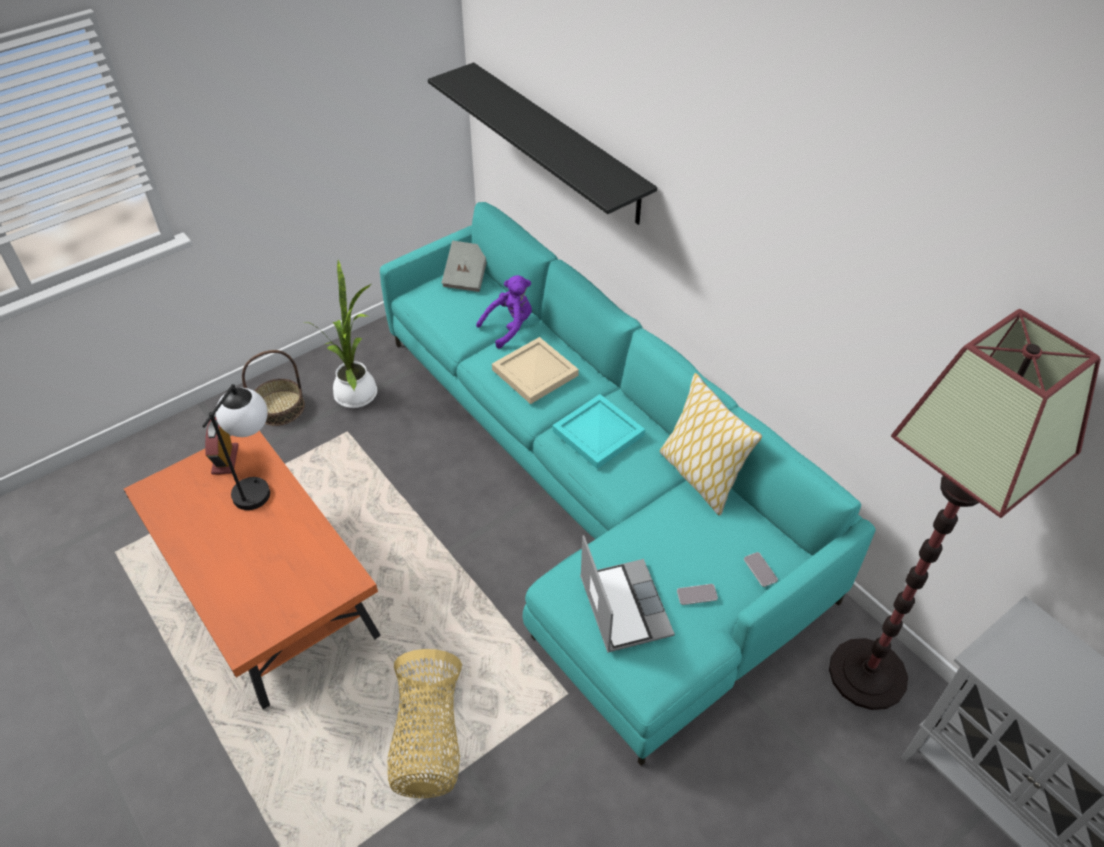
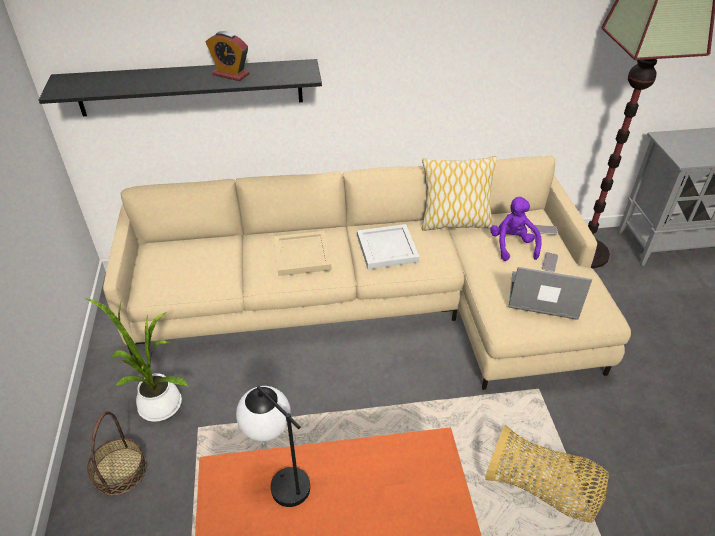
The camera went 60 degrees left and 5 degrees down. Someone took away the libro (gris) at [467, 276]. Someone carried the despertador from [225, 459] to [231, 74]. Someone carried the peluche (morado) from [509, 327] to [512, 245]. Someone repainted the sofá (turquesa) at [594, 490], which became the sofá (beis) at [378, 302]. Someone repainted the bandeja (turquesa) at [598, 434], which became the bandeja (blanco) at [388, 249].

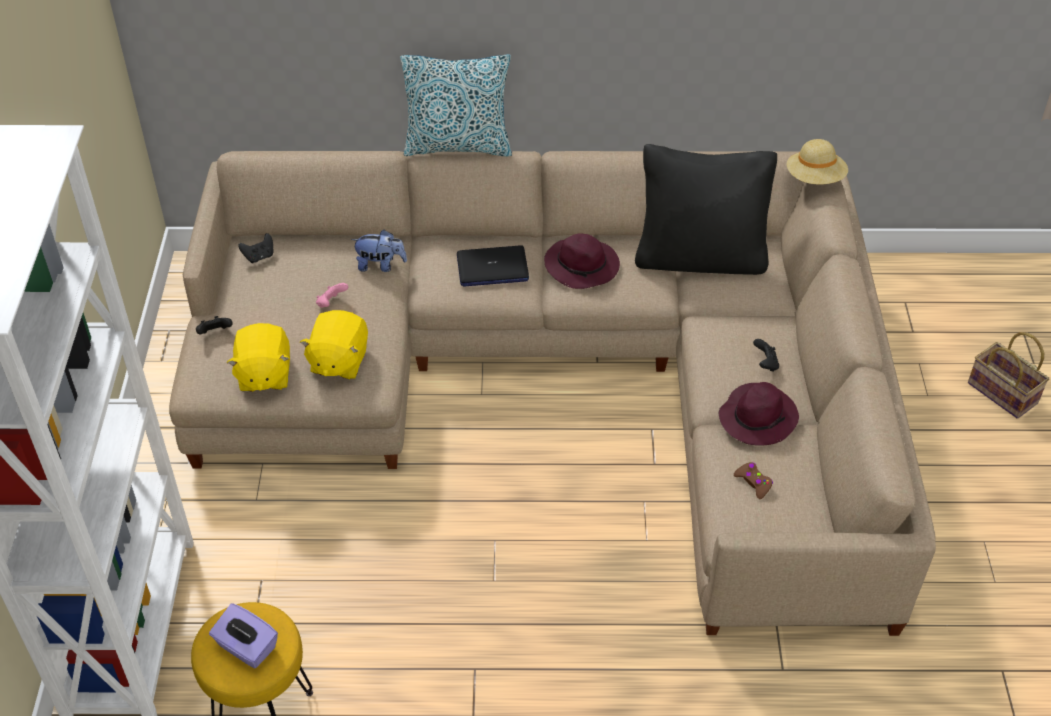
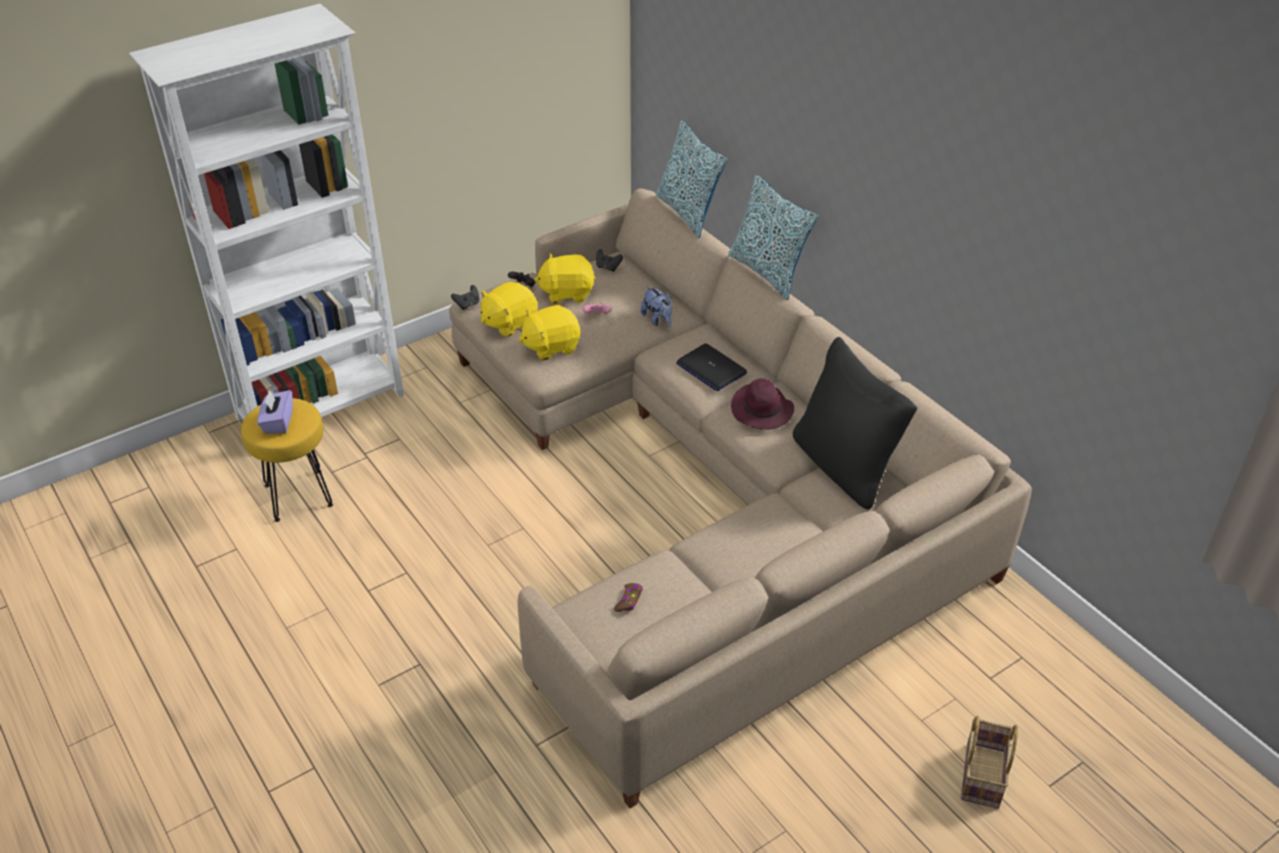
The camera went 55 degrees right and 5 degrees down. Someone took away the sombrero (morado) at [758, 417]. Someone took away the sombrero (beis) at [815, 179]. Someone put down the peluche (amarillo) at [567, 293]. Someone put down the cojín at [688, 213]. Someone carried the mando de consola (negro) from [765, 364] to [467, 305].

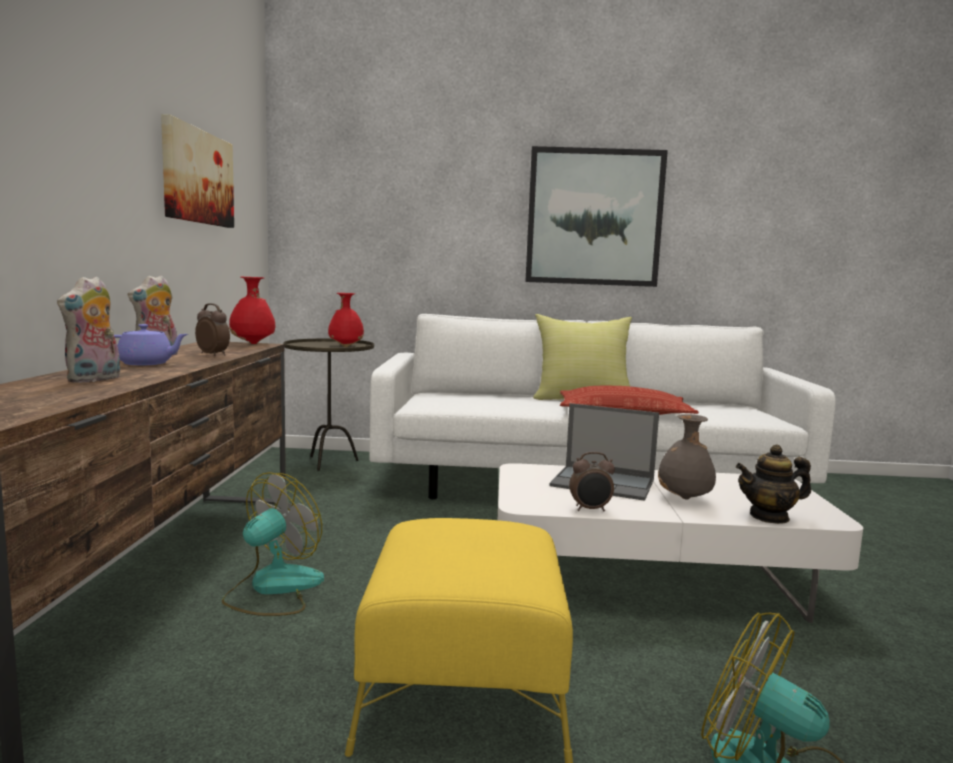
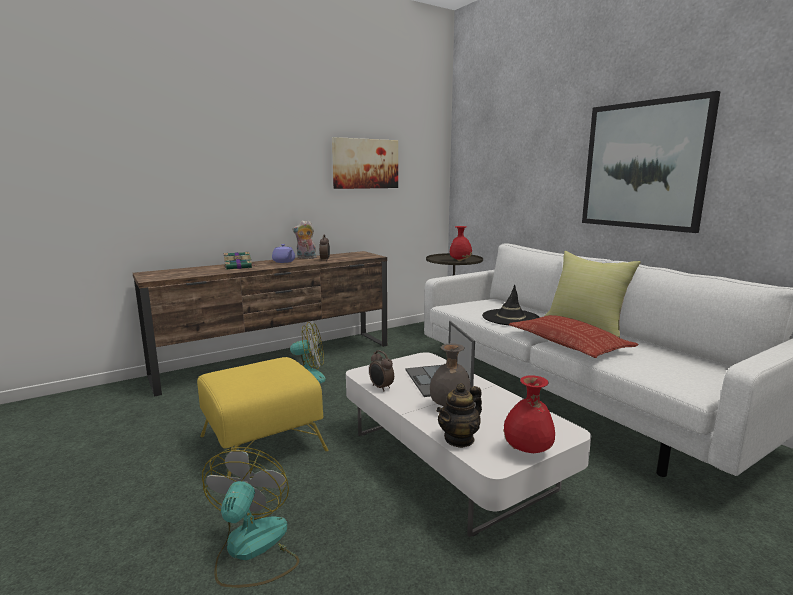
The camera went 55 degrees right and 5 degrees up. Someone put down the sombrero (negro) at [510, 318]. Someone carried the florero (rojo) from [252, 344] to [527, 451]. Someone swapped the peluche at [94, 379] for the libro at [239, 267]. Someone rotated the tetera at [769, 517] by 90 degrees counterclockwise.

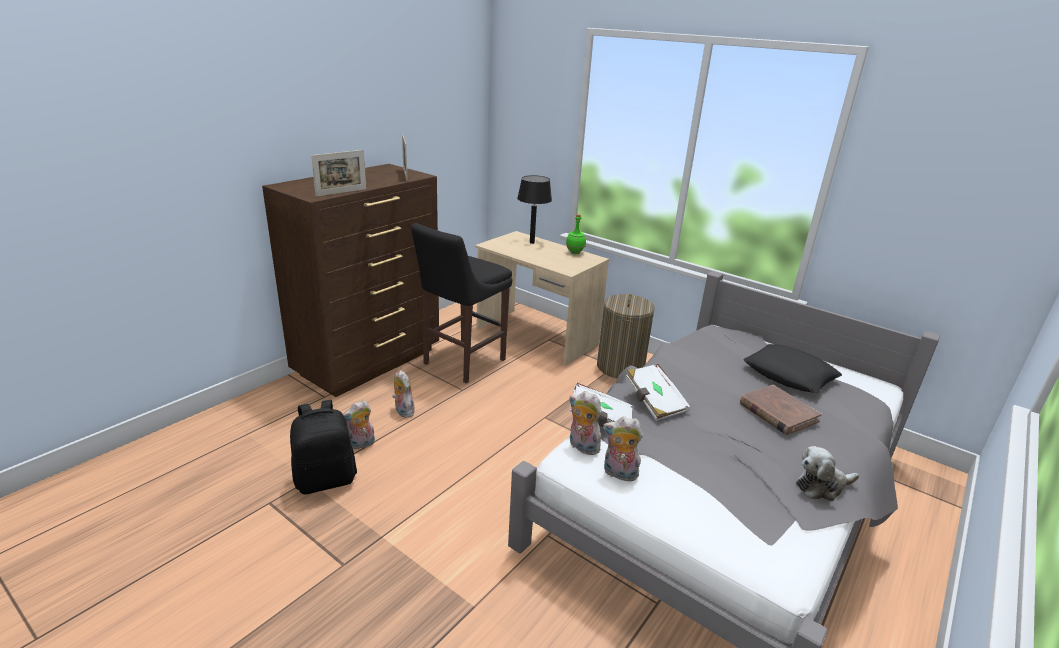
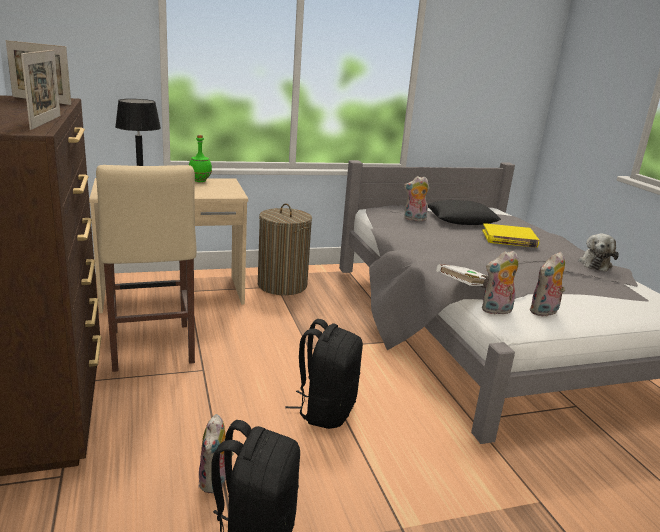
The camera went 55 degrees left and 5 degrees down. Someone took away the libro (blanco) at [654, 402]. Someone put down the mochila (negro) at [325, 410]. Someone carried the peluche from [402, 411] to [414, 219]. Someone repainted the taburete (negro) at [461, 363], which became the taburete (beis) at [151, 349]. Someone repainted the libro (marrón) at [777, 412], which became the libro (amarillo) at [509, 239].

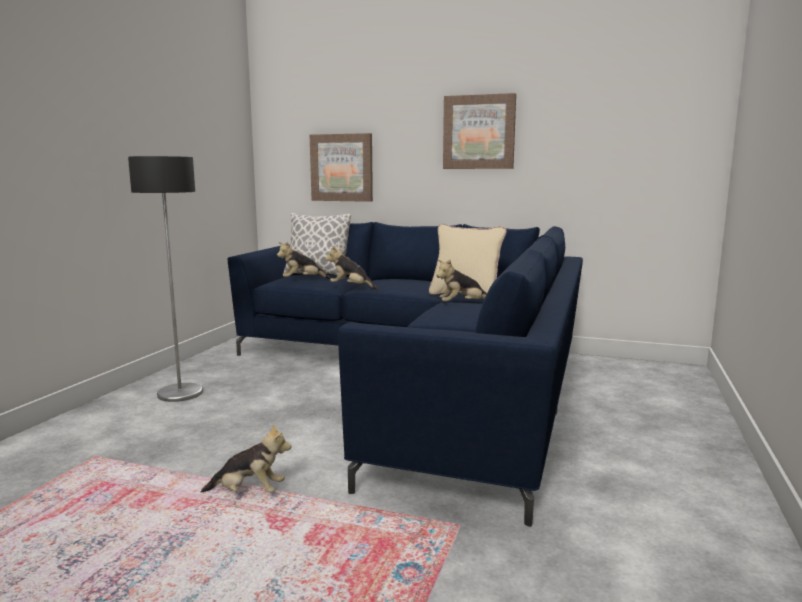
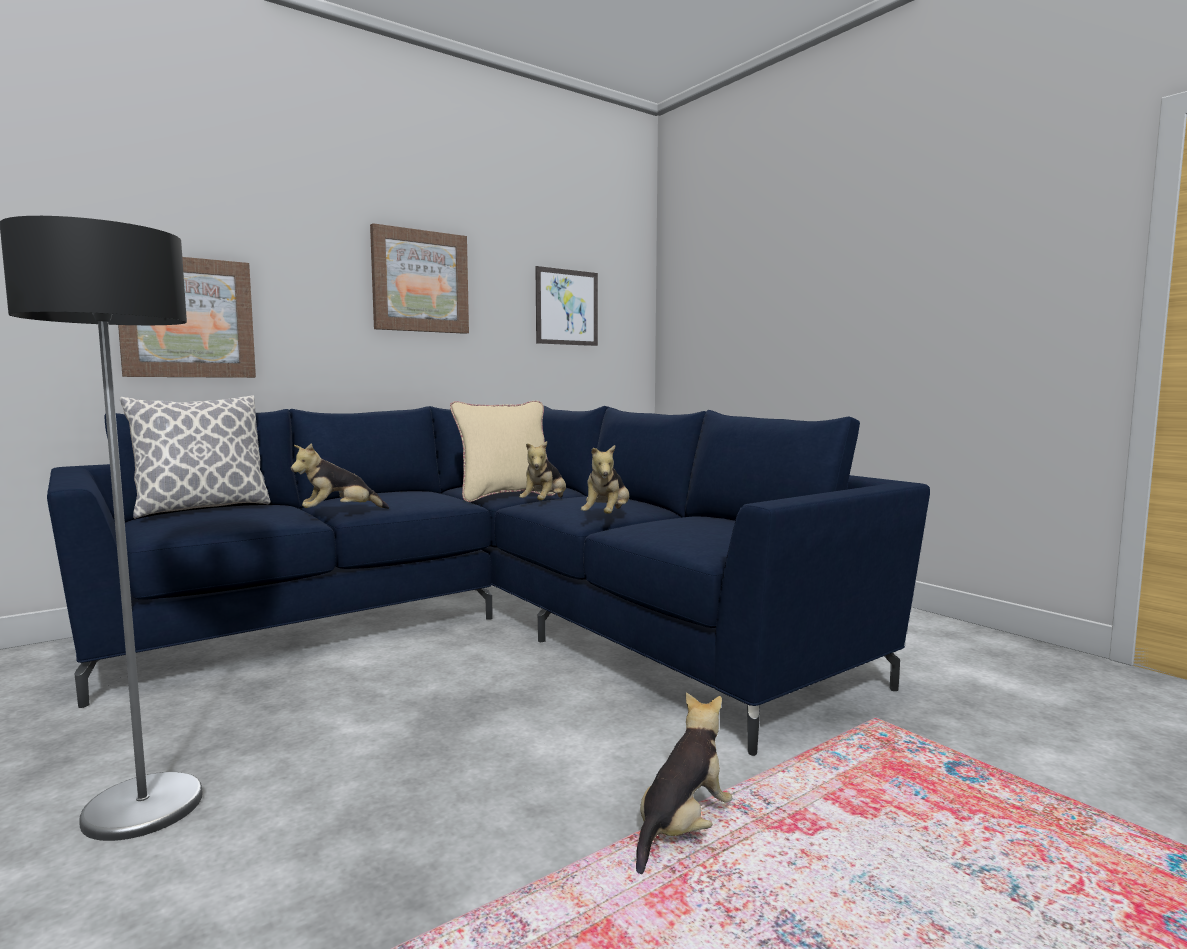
The camera went 55 degrees left and 5 degrees down. Someone put up the cuadro at [567, 307]. Someone carried the peluche from [302, 280] to [607, 517].

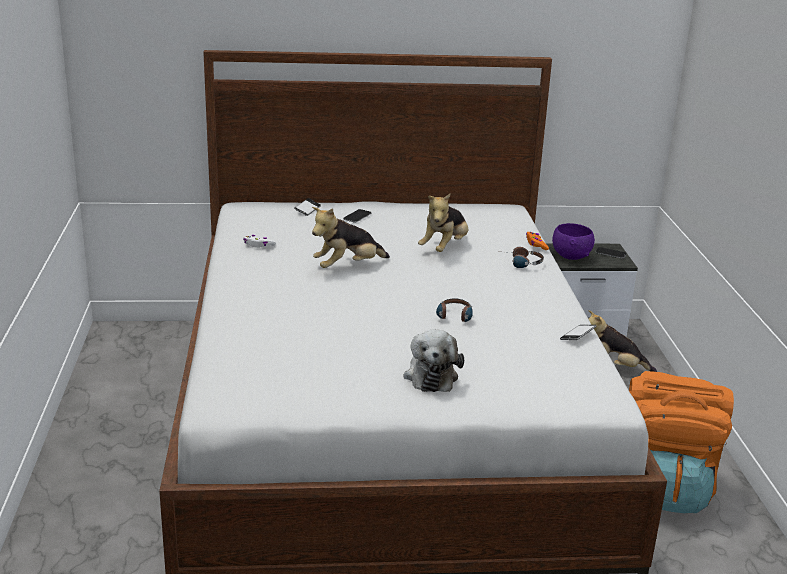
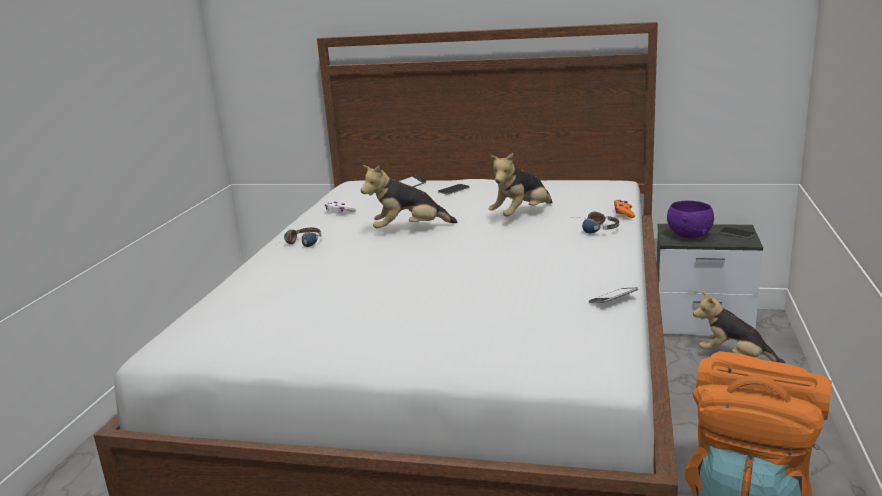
The camera went 20 degrees right and 5 degrees down. Someone took away the peluche at [431, 375]. Someone carried the auriculares from [454, 318] to [301, 244].

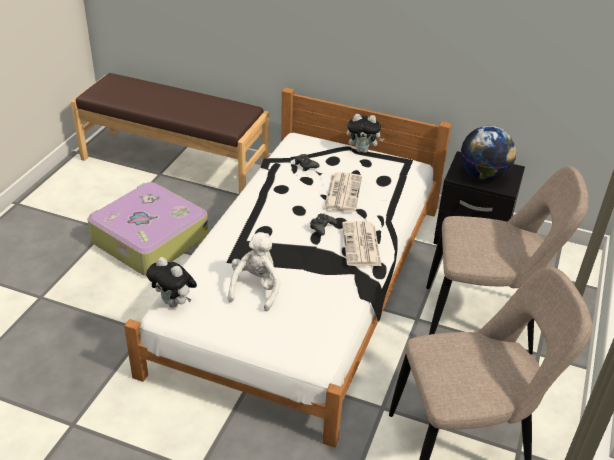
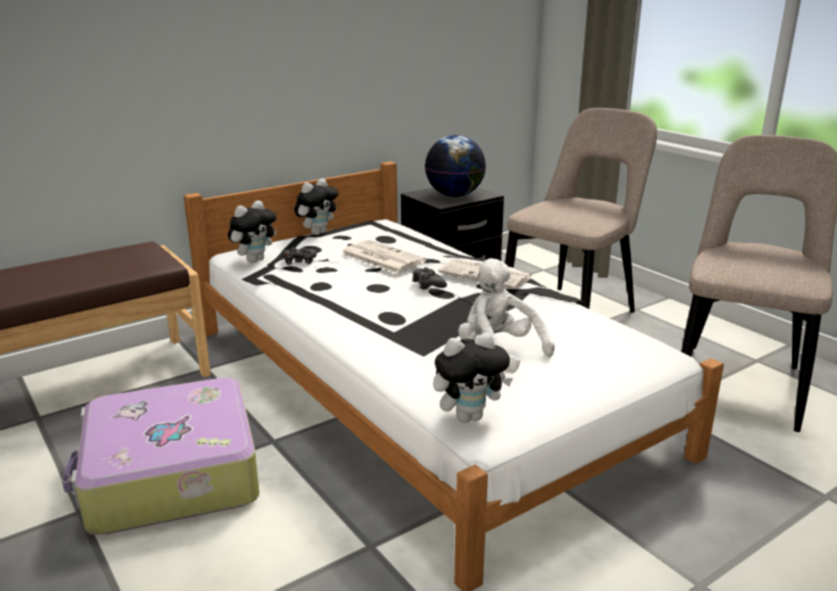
The camera went 55 degrees left and 15 degrees down. Someone put down the peluche at [255, 260].

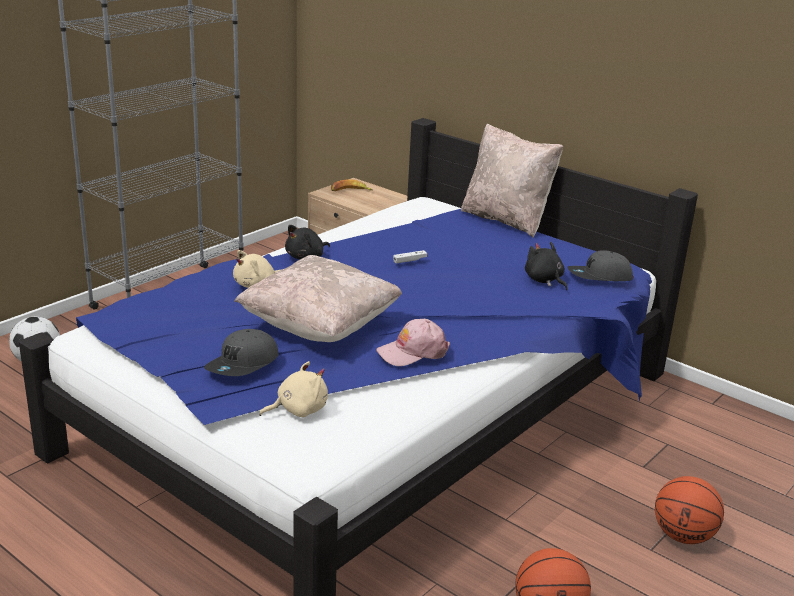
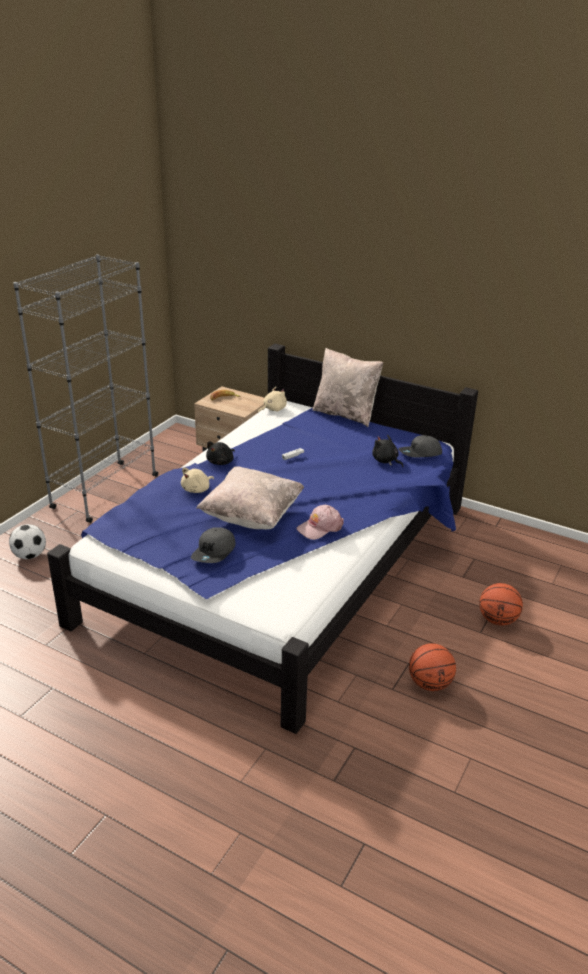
The camera went 10 degrees left and 5 degrees up. Someone carried the peluche (beis) from [298, 410] to [273, 409].

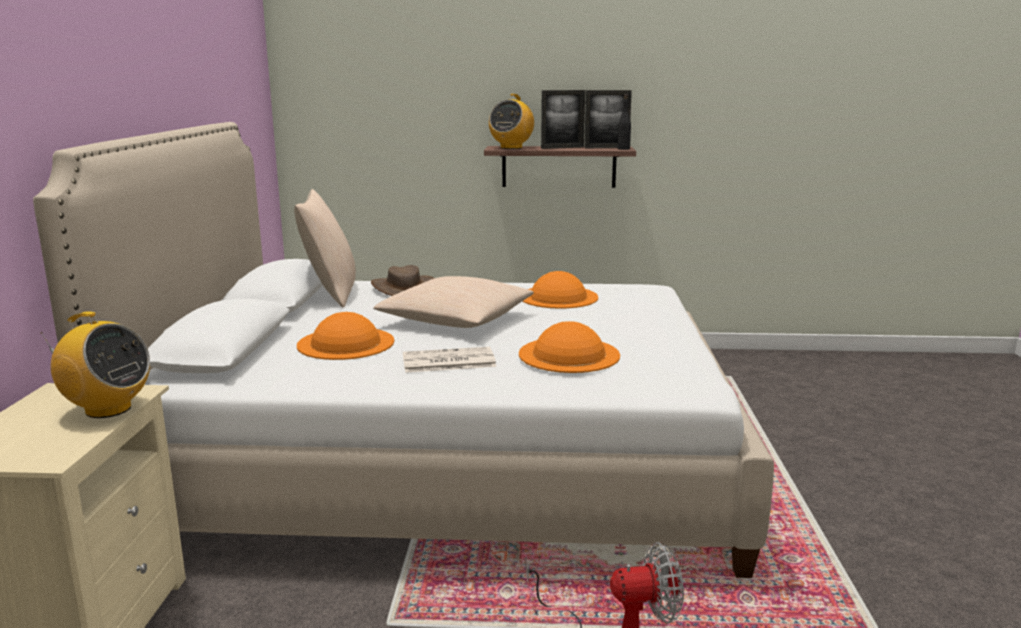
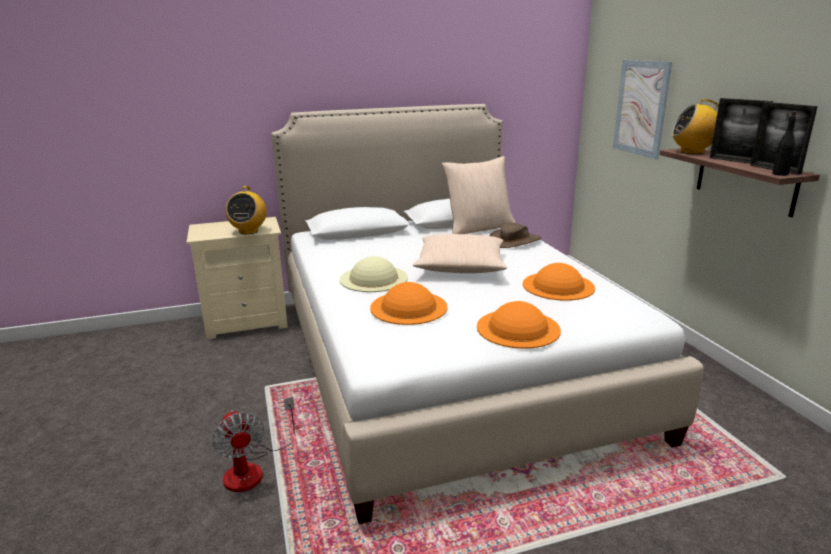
The camera went 70 degrees right and 5 degrees up. Someone put up the cuadro at [641, 108]. Someone carried the sombrero (naranja) from [346, 343] to [518, 328]. Someone swapped the periódico at [447, 361] for the sombrero (beis) at [373, 278].

